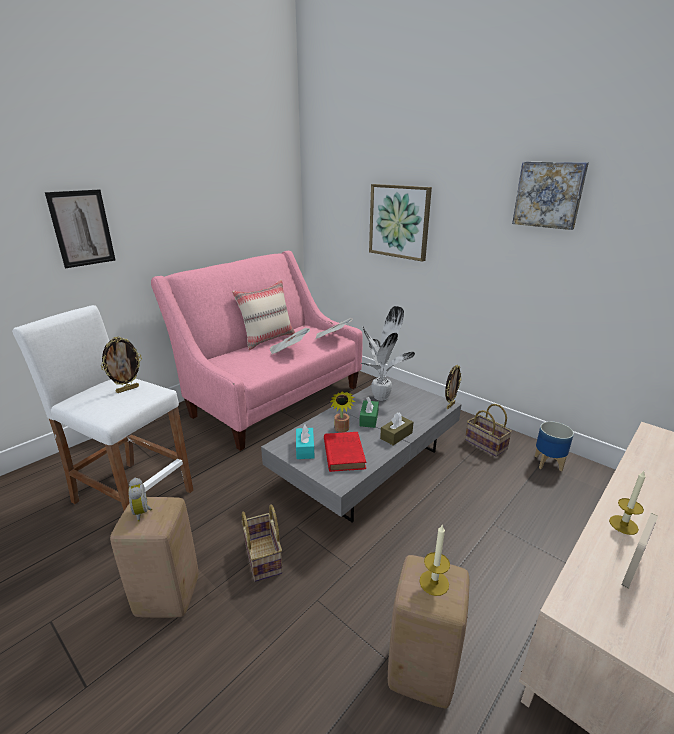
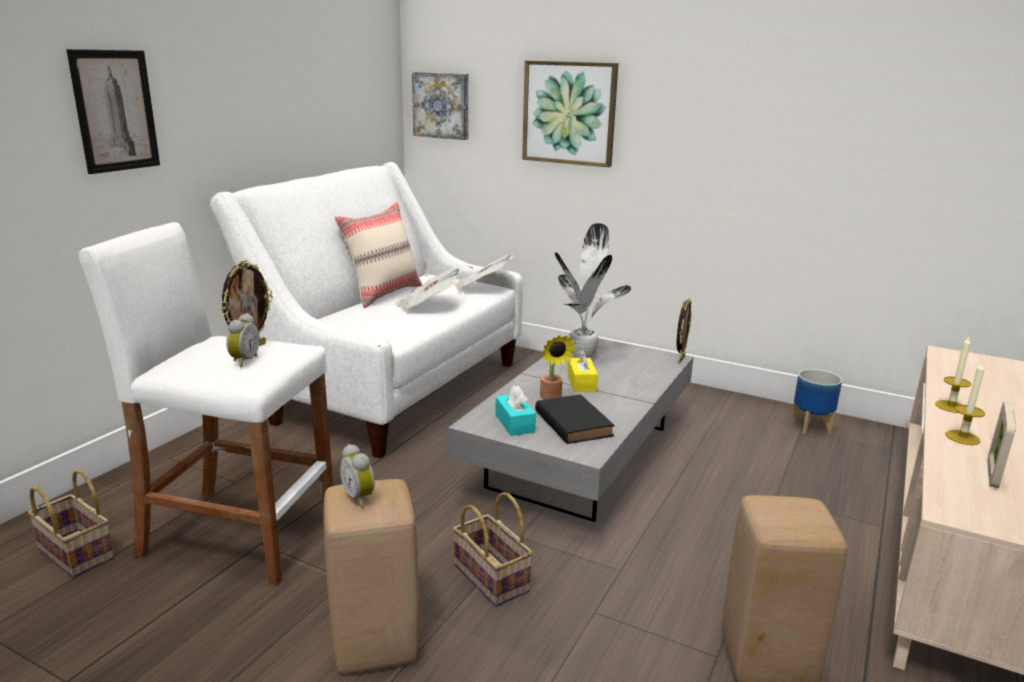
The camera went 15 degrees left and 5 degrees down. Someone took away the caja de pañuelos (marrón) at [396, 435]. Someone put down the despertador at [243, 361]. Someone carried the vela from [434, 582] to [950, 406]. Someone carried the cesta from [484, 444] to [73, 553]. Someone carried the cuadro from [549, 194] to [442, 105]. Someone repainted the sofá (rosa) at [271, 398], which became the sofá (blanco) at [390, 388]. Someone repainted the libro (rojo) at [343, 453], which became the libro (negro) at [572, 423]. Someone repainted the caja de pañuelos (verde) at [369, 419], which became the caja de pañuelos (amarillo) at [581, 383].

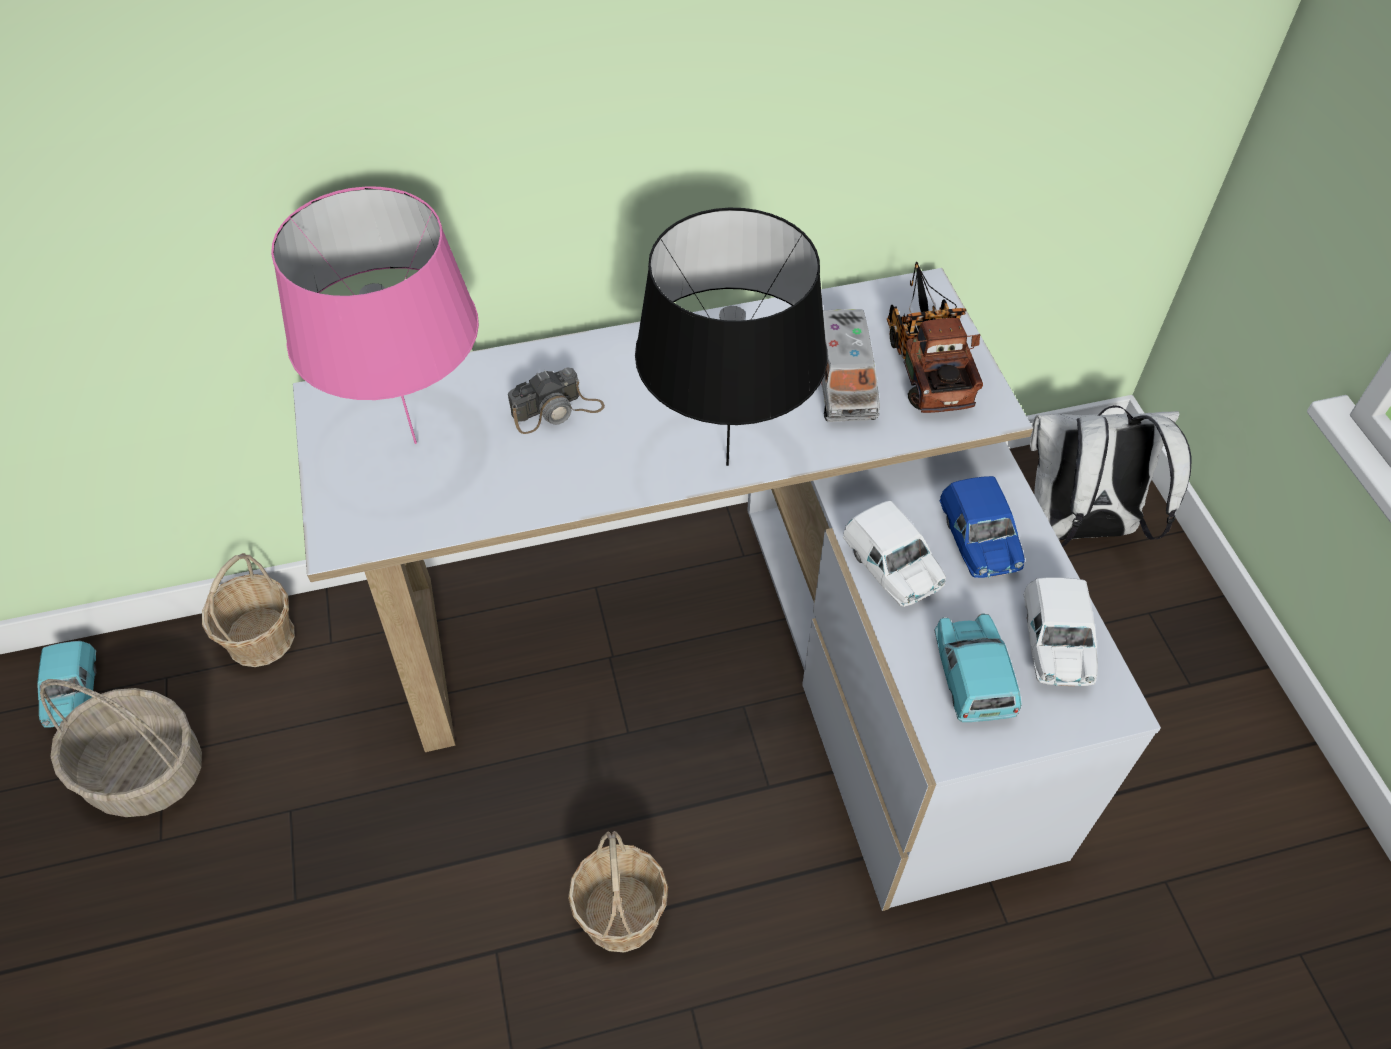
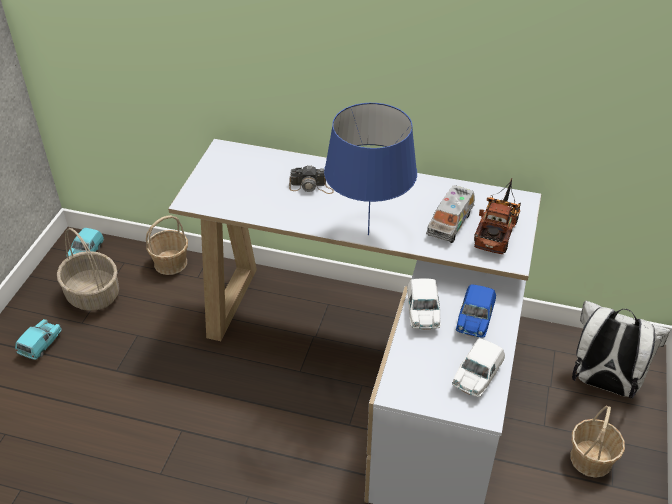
The camera went 30 degrees right and 10 degrees down. Someone took away the lámpara de mesa (rosa) at [415, 443]. Someone carried the cesta from [621, 912] to [591, 459]. Someone carried the coche de juguete (turquesa) from [971, 678] to [41, 345]. Someone repainted the lámpara de mesa (negro) at [728, 465], which became the lámpara de mesa (azul) at [368, 235].

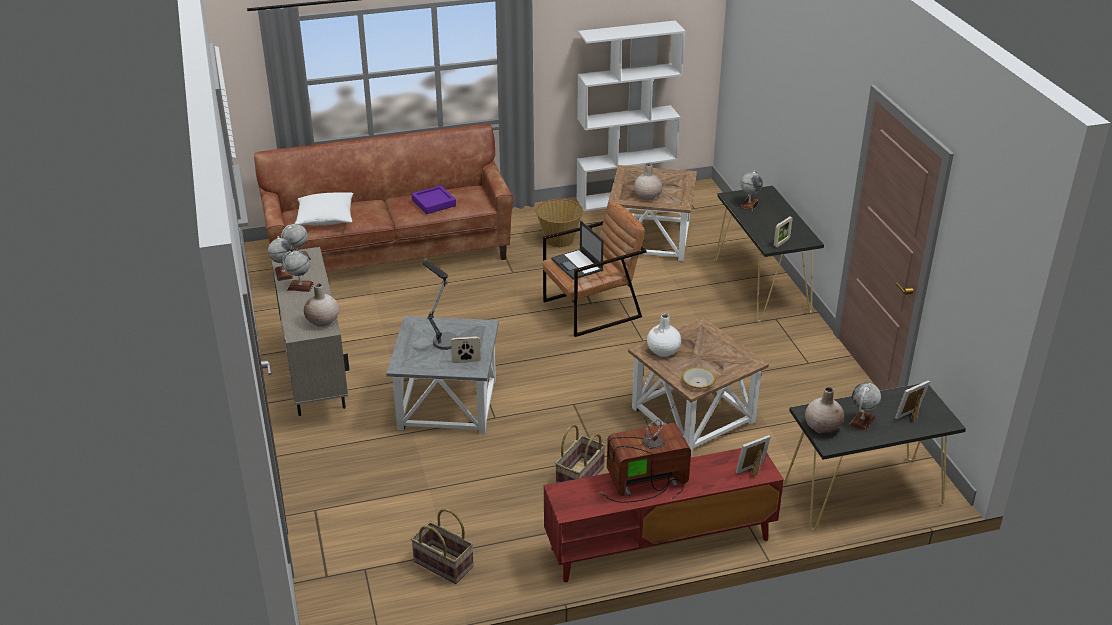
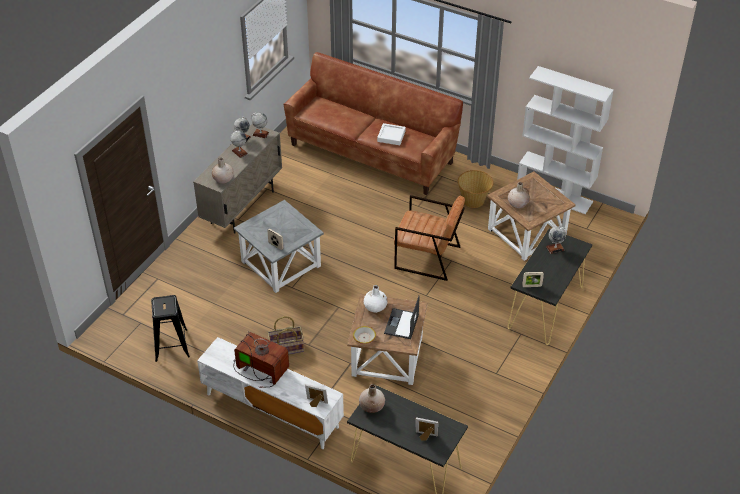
The camera went 45 degrees right and 10 degrees up. Someone took away the cojín (blanco) at [325, 218]. Someone took away the lámpara de mesa at [442, 338]. Someone took away the globo terráqueo at [862, 421]. Someone carried the portátil from [577, 265] to [401, 324]. Someone swapped the cesta at [442, 565] for the taburete (negro) at [171, 345]. Someone repainted the bandeja (morado) at [434, 203], which became the bandeja (blanco) at [391, 136]. Someone repainted the mueble de televisión (rojo) at [659, 544], which became the mueble de televisión (blanco) at [271, 410].

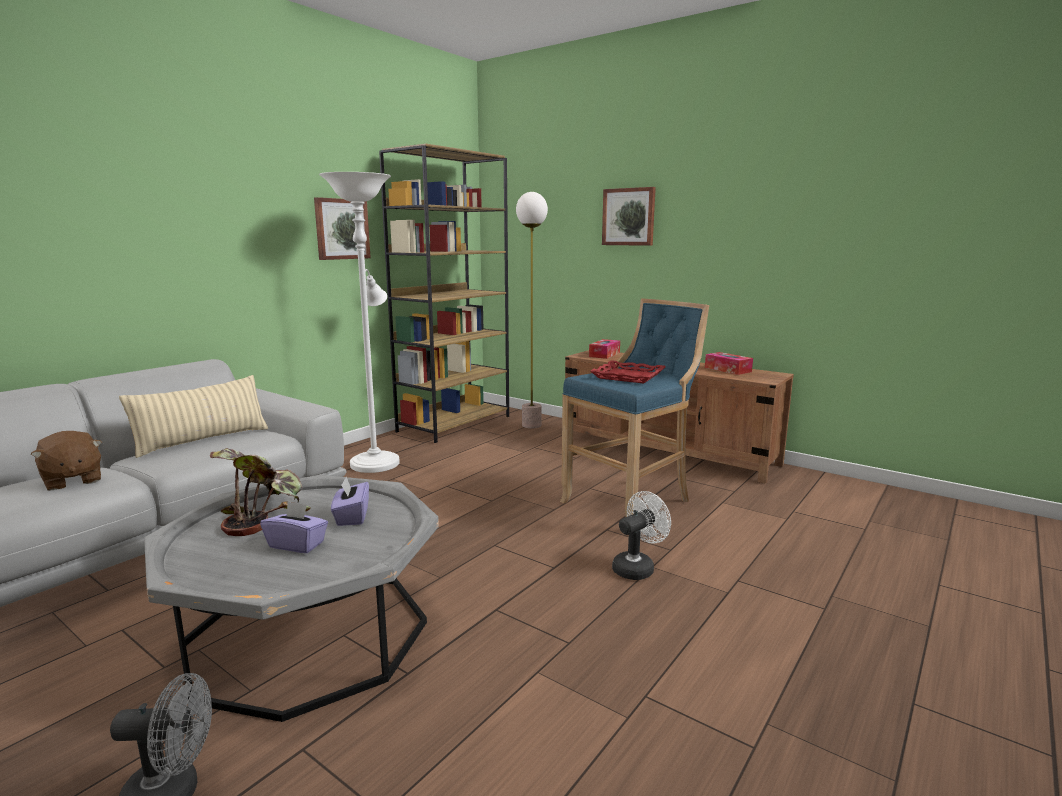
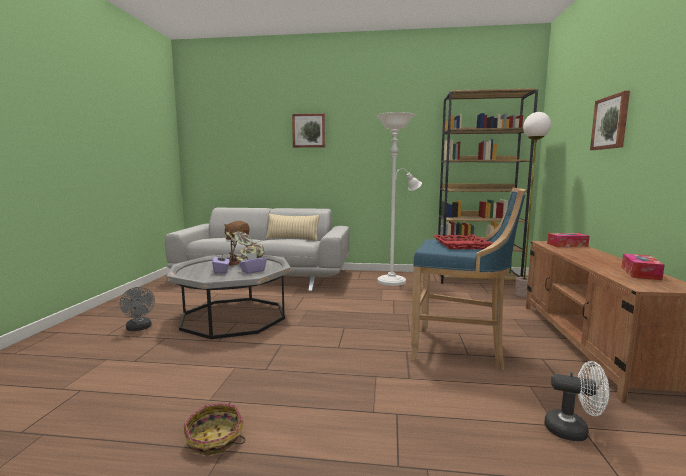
The camera went 60 degrees right and 5 degrees down. Someone put down the cesta at [215, 439]. Someone carried the cuadro from [341, 229] to [309, 130]. Someone carried the ventilador (blanco) from [637, 567] to [573, 430].

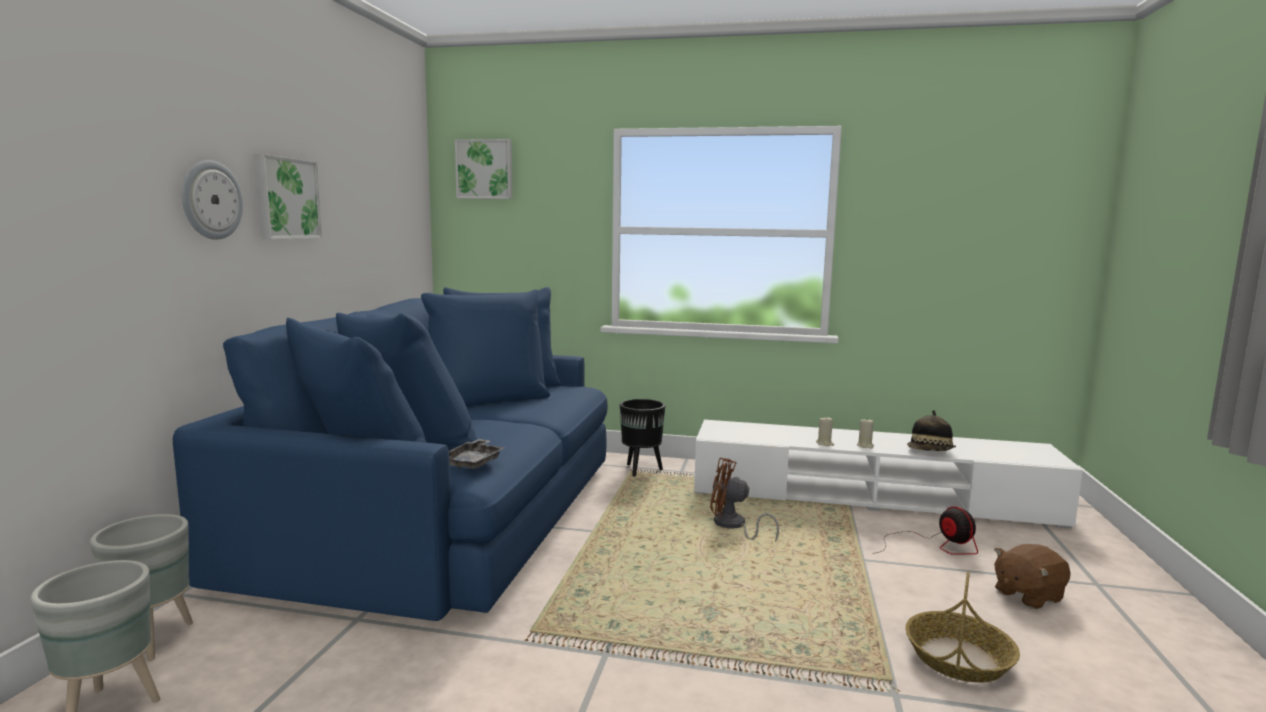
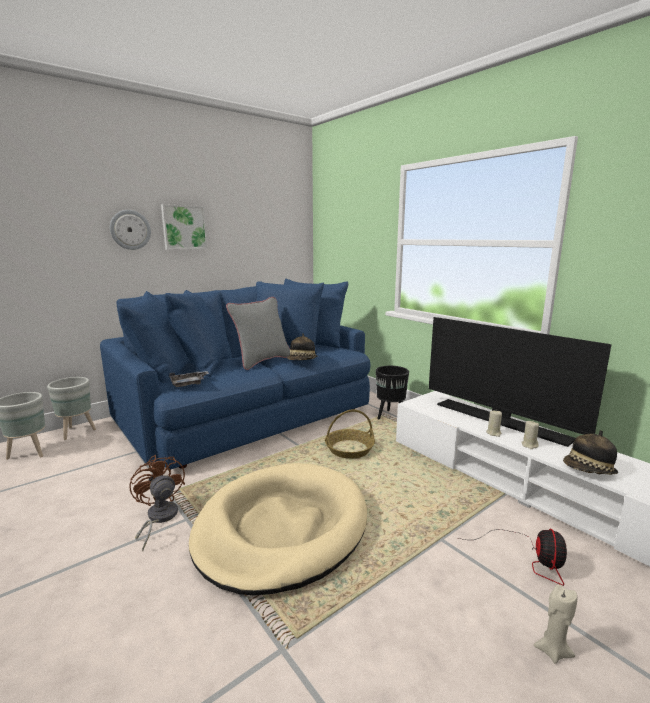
The camera went 40 degrees right and 5 degrees up. Someone took away the cuadro at [485, 169]. Someone put down the cama para perro (beis) at [281, 528]. Someone put down the cojín (gris) at [262, 361]. Someone put down the sombrero at [302, 361]. Someone put down the televisor at [501, 421]. Someone carried the ventilador (marrón) from [733, 526] to [158, 518]. Someone carried the cesta from [959, 659] to [349, 449]. Someone swapped the peluche (marrón) at [1027, 595] for the vela (beis) at [552, 651].

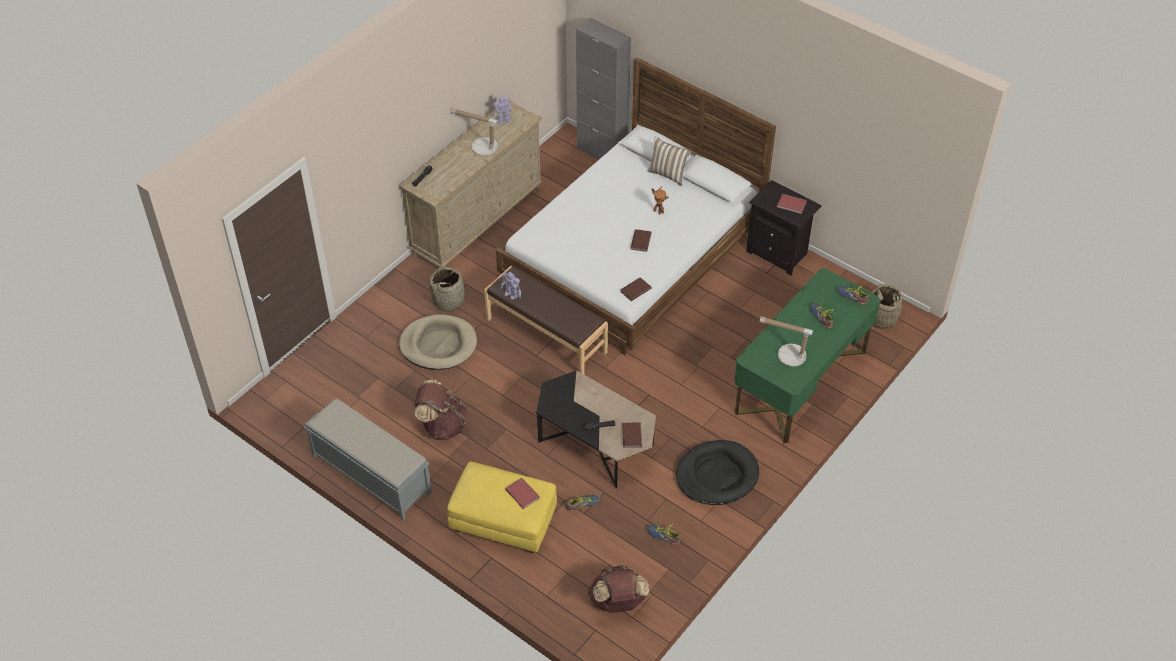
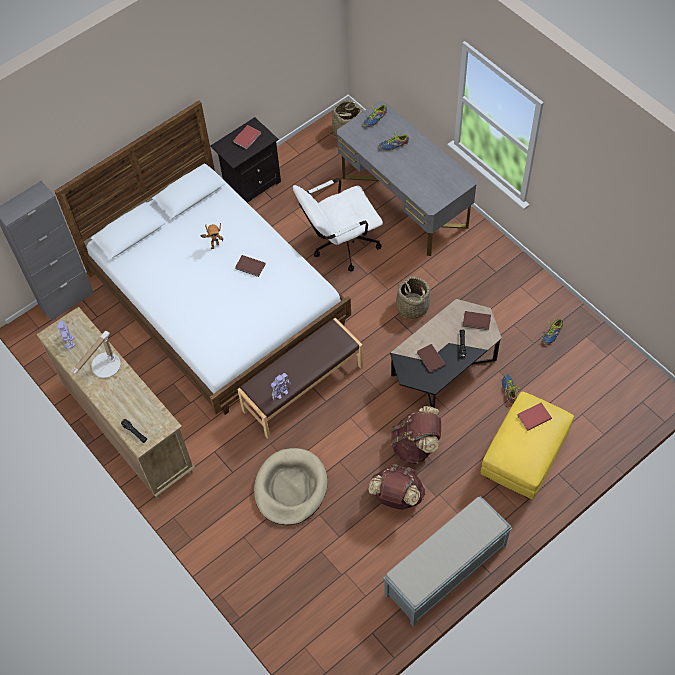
The camera went 75 degrees left and 10 degrees up. Someone took away the cojín at [668, 174]. Someone took away the cama para perro (negro) at [717, 475]. Someone took away the lámpara de mesa at [787, 355]. Someone put down the silla de oficina (blanco) at [340, 245]. Someone carried the cesta from [449, 300] to [412, 306]. Someone carried the mochila (marrón) from [618, 602] to [416, 445]. Someone carried the libro (marrón) from [635, 290] to [430, 359]. Someone repainted the escritorio (verde) at [800, 381], which became the escritorio (gris) at [404, 202].

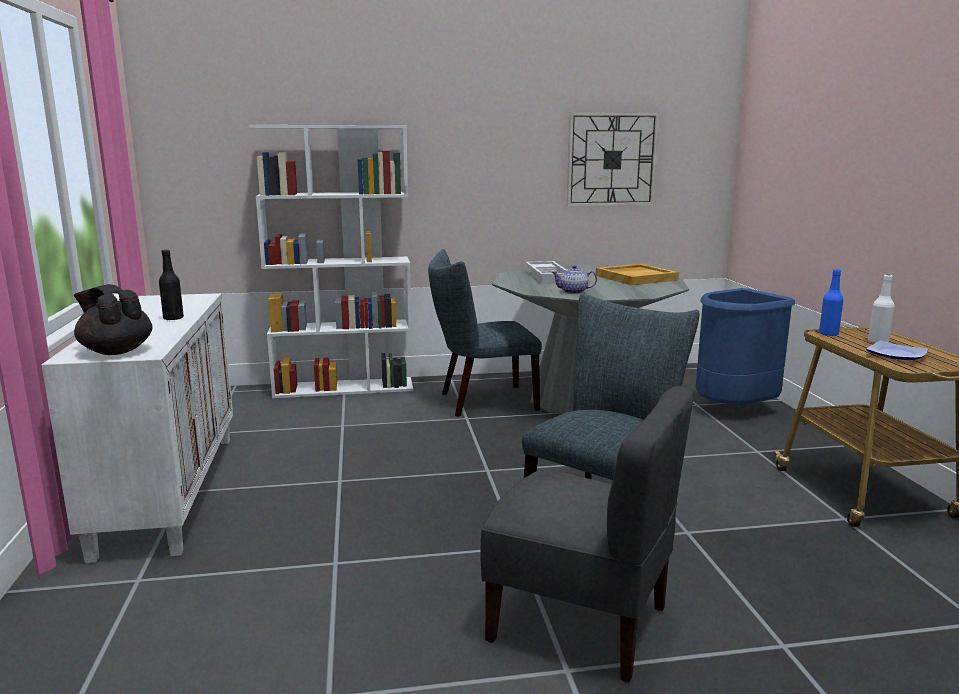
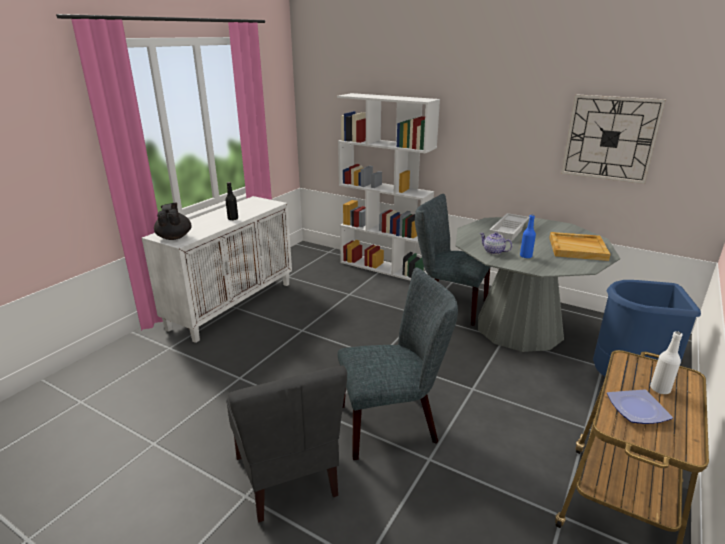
The camera went 40 degrees right and 10 degrees up. Someone carried the botella (azul) from [828, 334] to [525, 256].

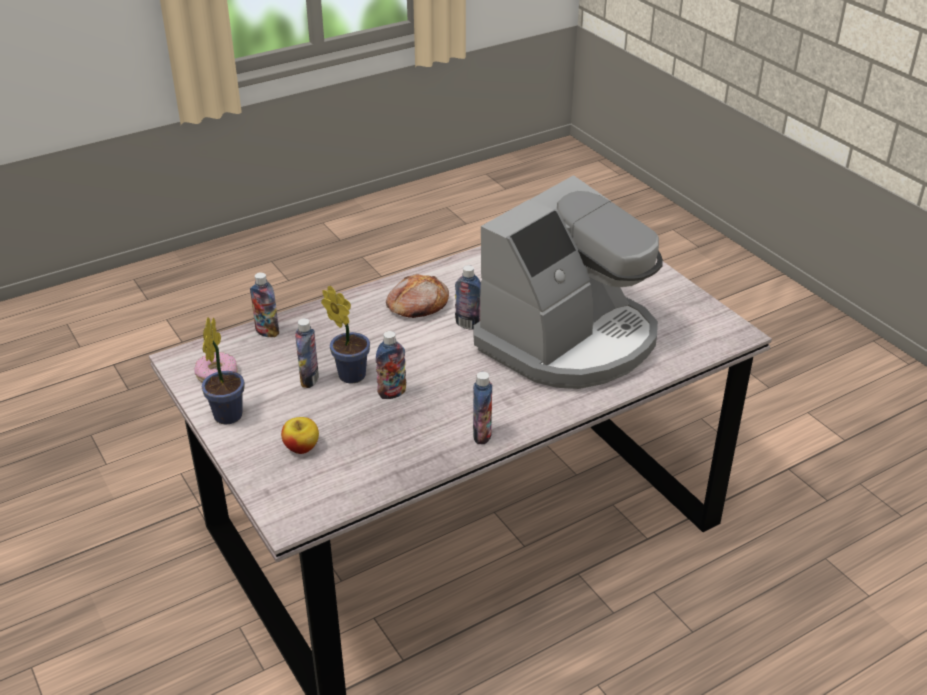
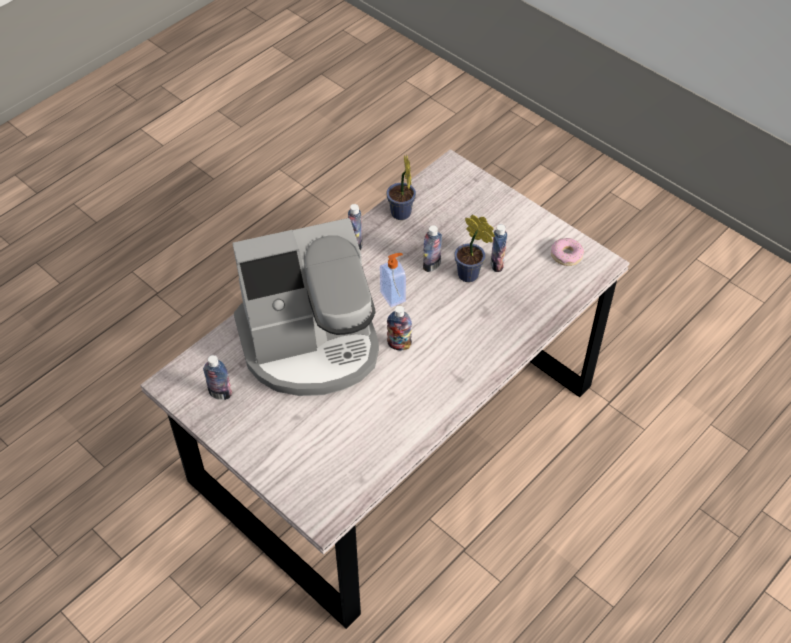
The camera went 165 degrees right and 15 degrees up. Someone took away the manzana at [301, 447]. Someone took away the pan at [417, 305]. Someone put down the dispensador de jabón at [393, 296]. Someone carried the planta en maceta from [229, 413] to [401, 215]. Someone carried the botella from [267, 332] to [220, 394]. Someone rotated the cafetera at [569, 340] by 135 degrees counterclockwise.

